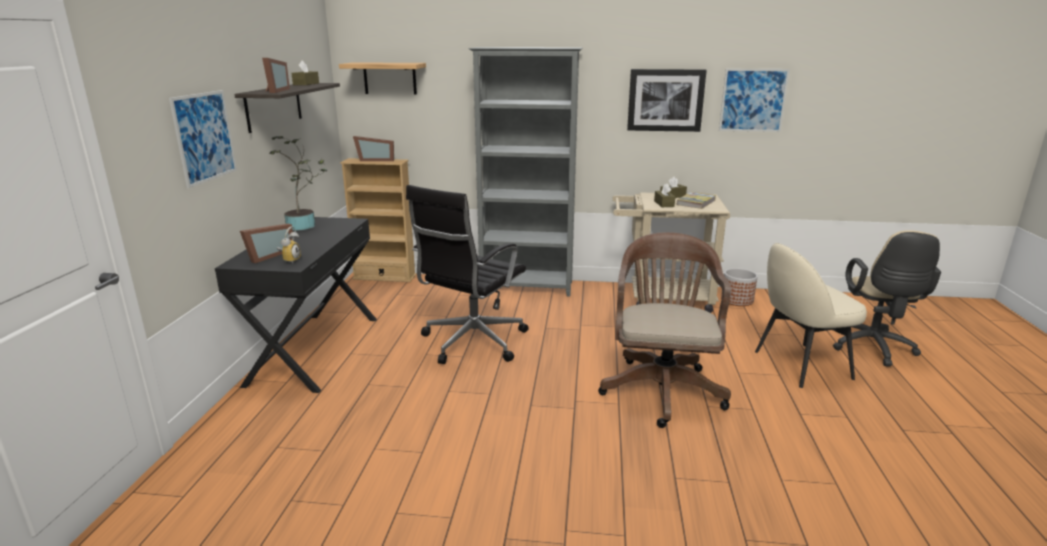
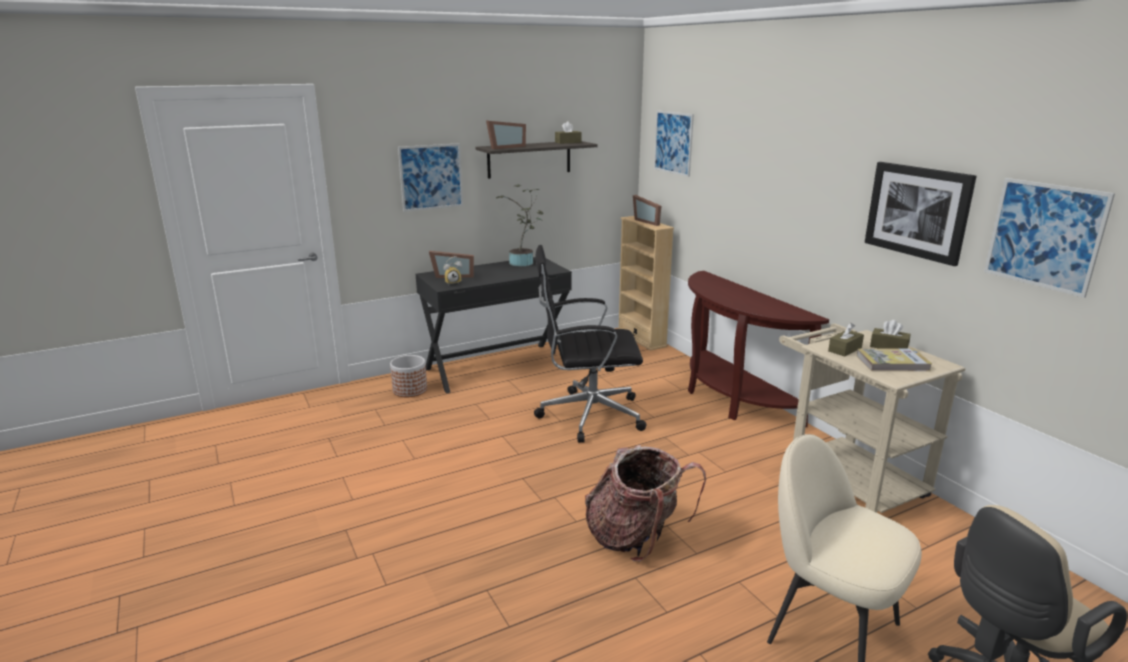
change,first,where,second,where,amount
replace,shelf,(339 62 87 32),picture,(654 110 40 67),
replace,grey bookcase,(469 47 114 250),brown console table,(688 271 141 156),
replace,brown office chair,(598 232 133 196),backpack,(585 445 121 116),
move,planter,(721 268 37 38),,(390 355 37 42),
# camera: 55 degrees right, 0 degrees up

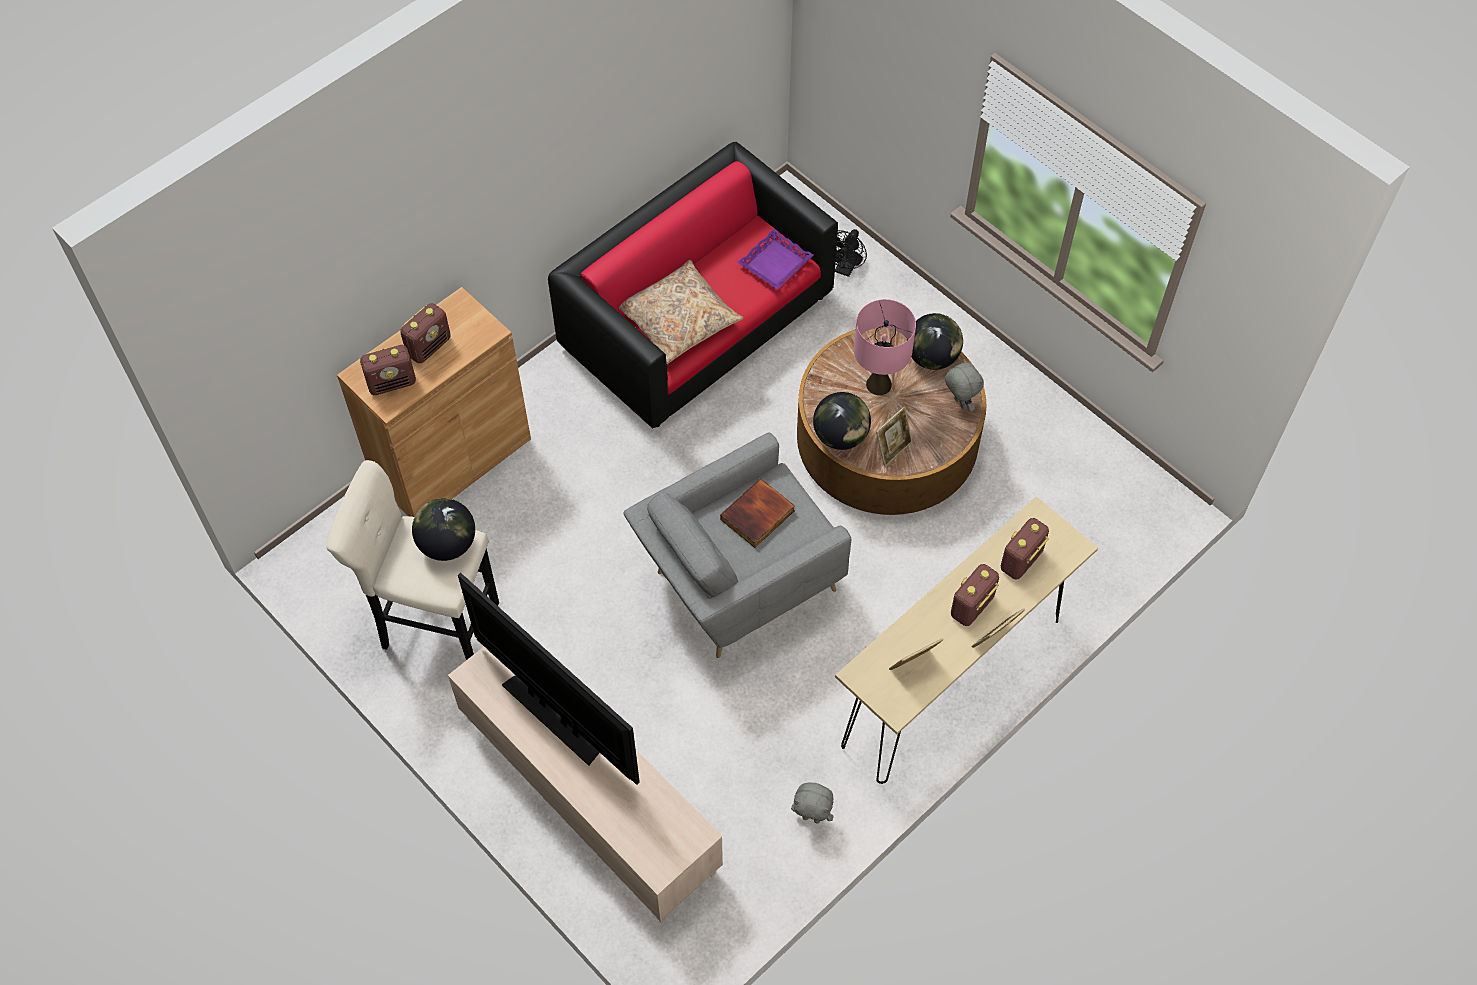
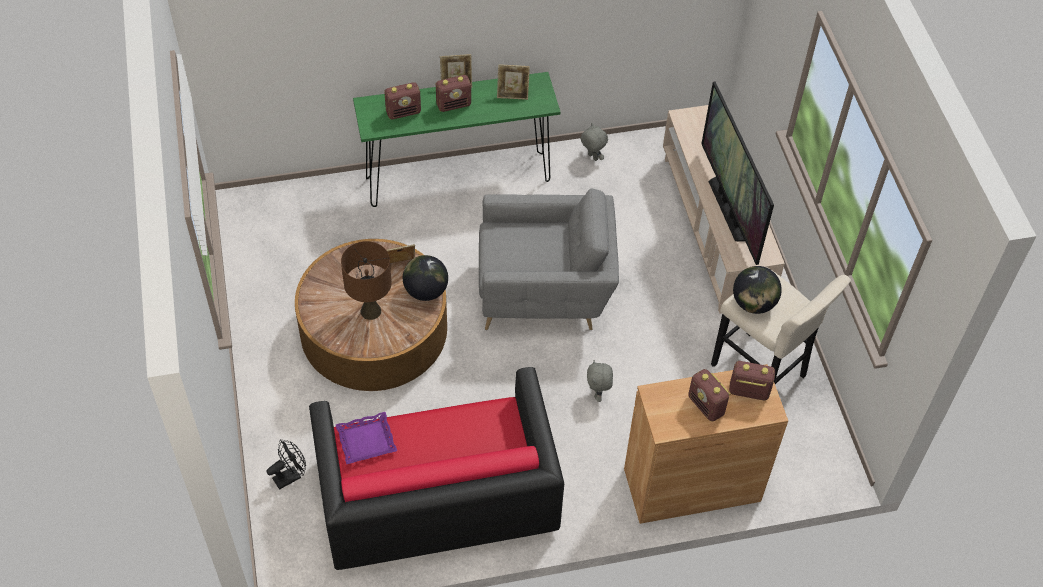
change,first,where,second,where,amount
rotate,radio,(400 303 51 60),,(688 369 42 53),105 degrees counterclockwise
delete,beige pillow,(619 260 124 104),,,
delete,book,(720 478 75 70),,,
recolor,beige console table,(835 497 263 287),green console table,(353 72 208 135),
recolor,pink table lamp,(854 299 62 96),brown table lamp,(341 241 51 79),
delete,globe,(912 313 51 57),,,
move,grey plush toy,(945 359 39 53),,(587 360 26 42),
# camera: 150 degrees left, 5 degrees down

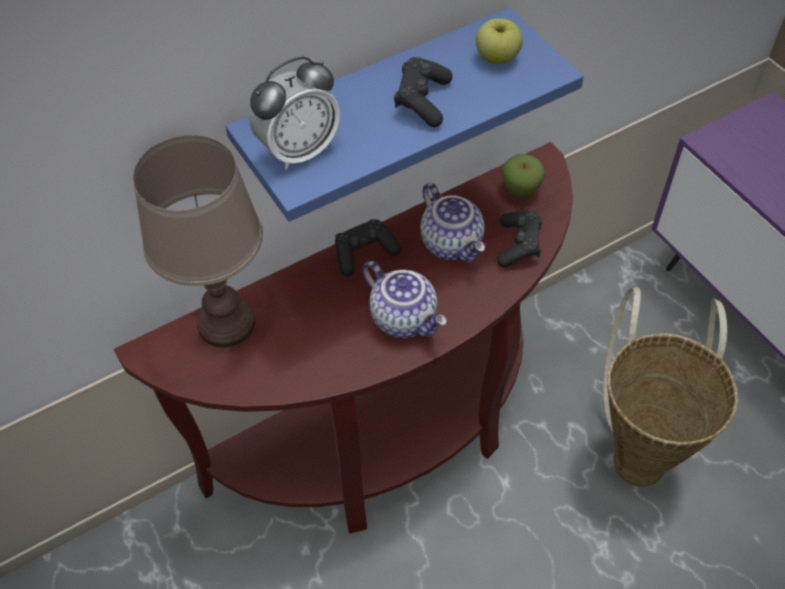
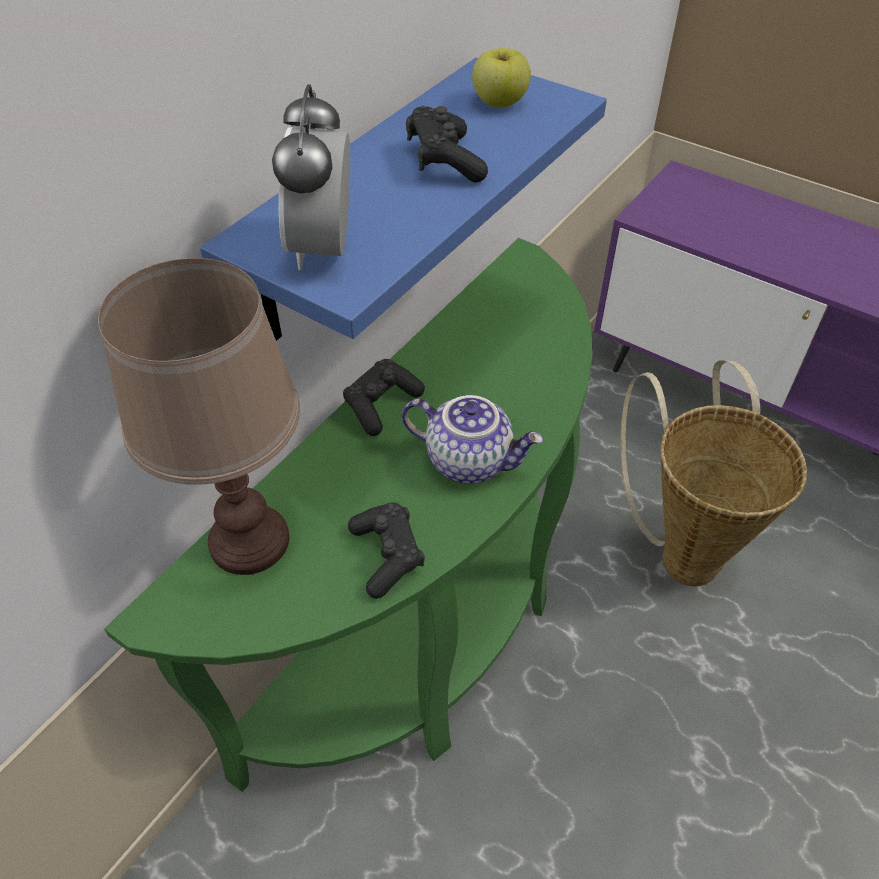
change,first,where,second,where,amount
recolor,brown console table,(114 142 459 392),green console table,(104 238 489 554),
rotate,alarm clock,(249 56 91 114),,(272 84 78 186),150 degrees clockwise
delete,teapot,(420 183 65 79),,,
move,black game controller,(497 211 45 56),,(348 502 77 97),
delete,apple,(502 154 43 44),,,
# camera: 25 degrees left, 5 degrees down

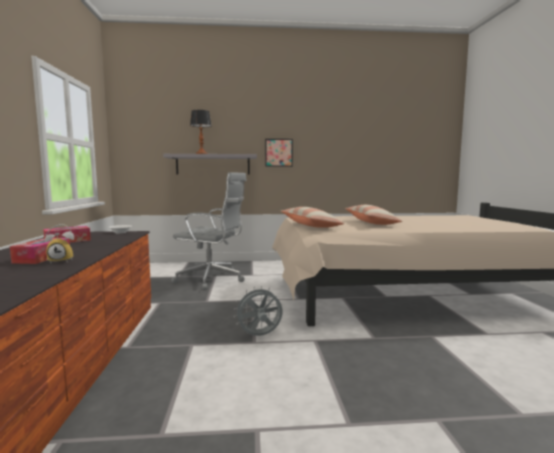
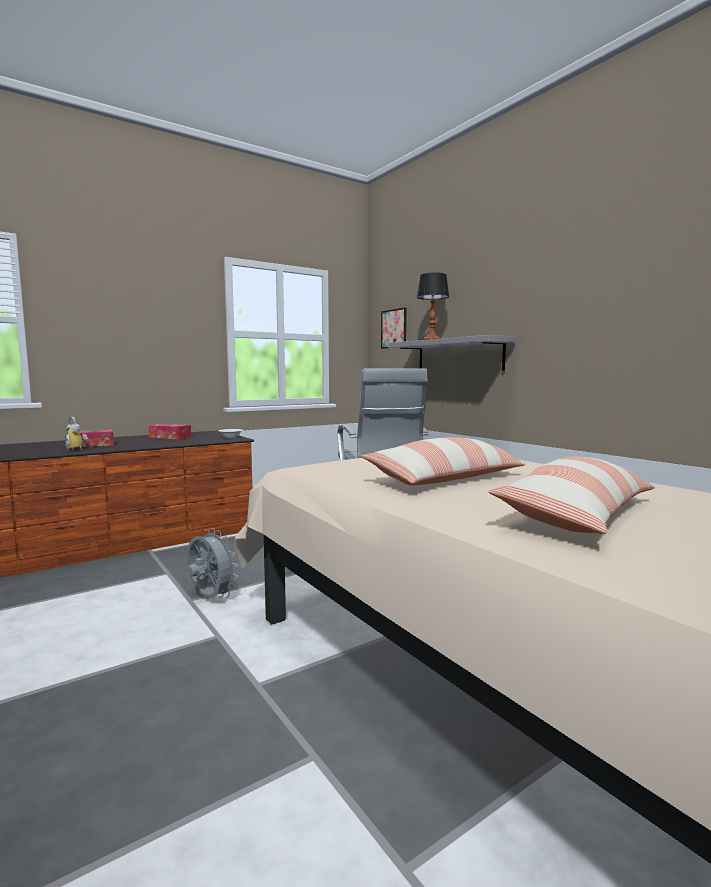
change,first,where,second,where,amount
move,picture,(265 139 28 28),,(381 307 25 42),
move,pillow,(281 207 63 21),,(489 457 166 77),
# camera: 60 degrees right, 0 degrees up

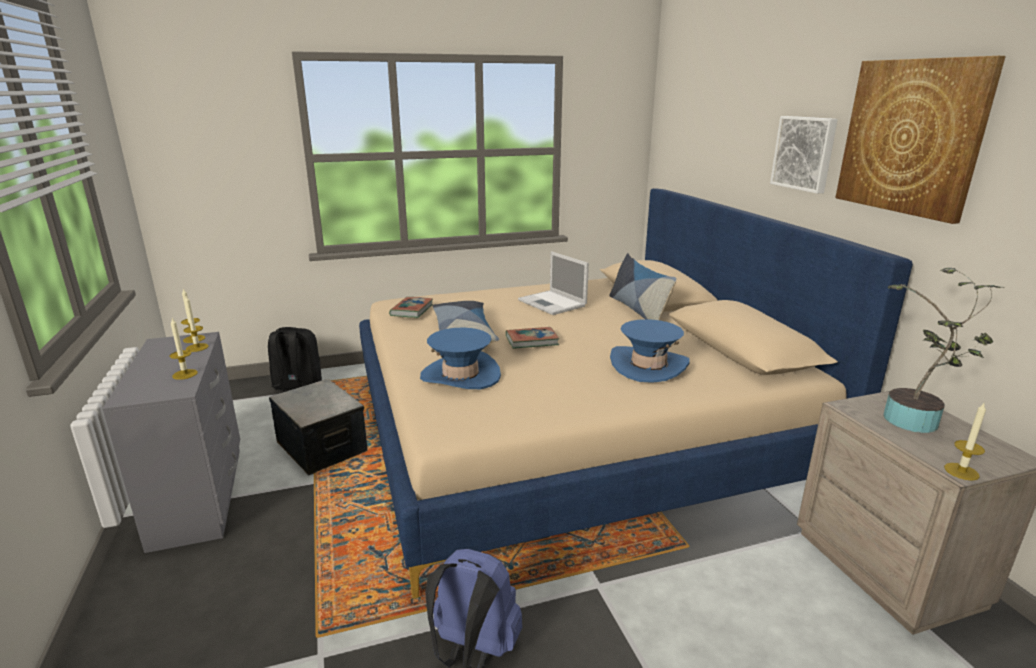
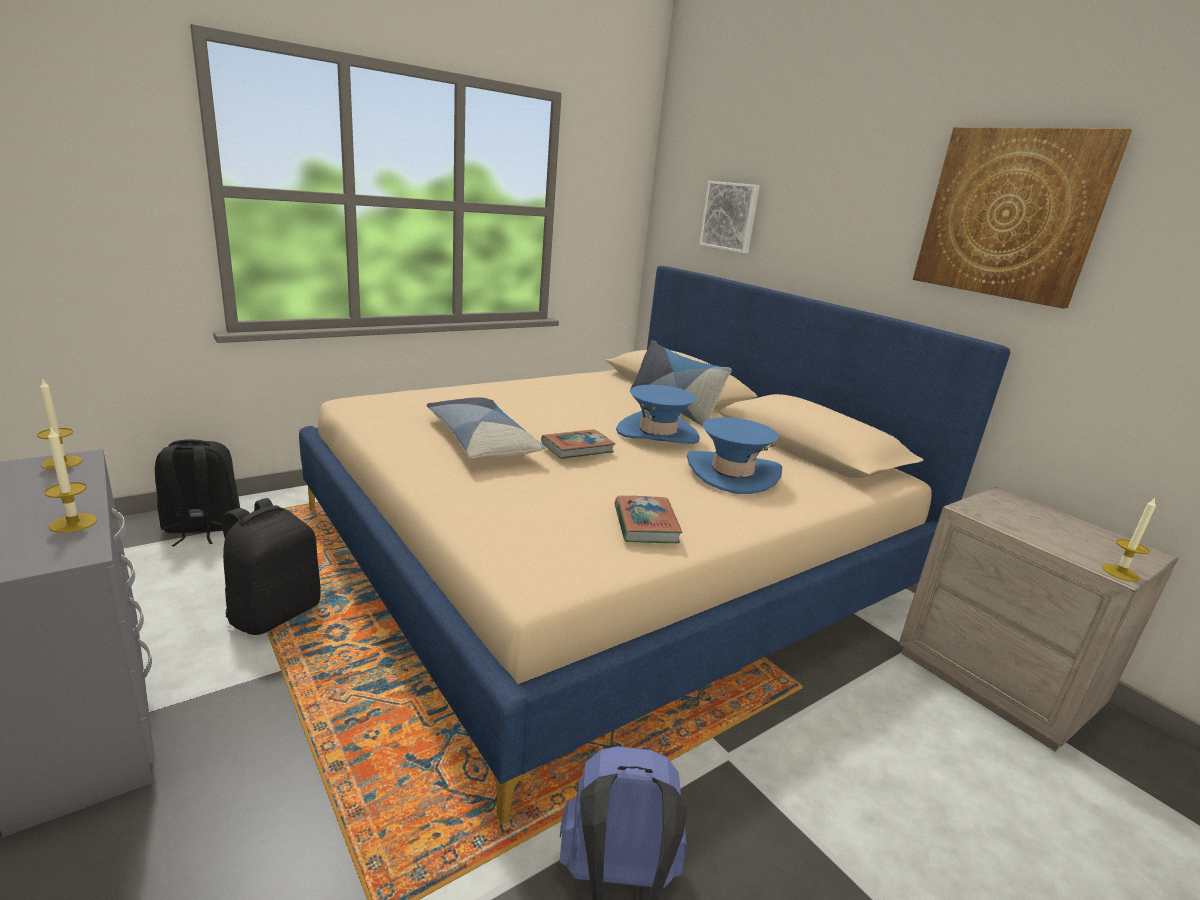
change,first,where,second,where,amount
delete,candle,(183 296 26 56),,,
replace,storage box,(269 379 99 97),black backpack,(222 498 99 137),
move,book,(389 297 44 21),,(615 496 68 47),
move,blue hat,(420 328 81 61),,(616 385 84 59),
delete,laptop,(518 251 71 64),,,
move,picture,(770 116 68 78),,(699 181 61 72),
delete,potted plant,(883 268 117 165),,,
# camera: 20 degrees left, 0 degrees up

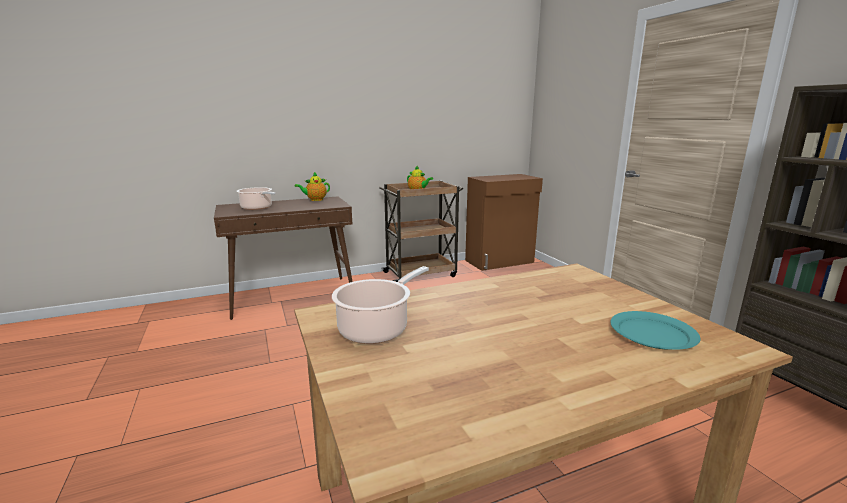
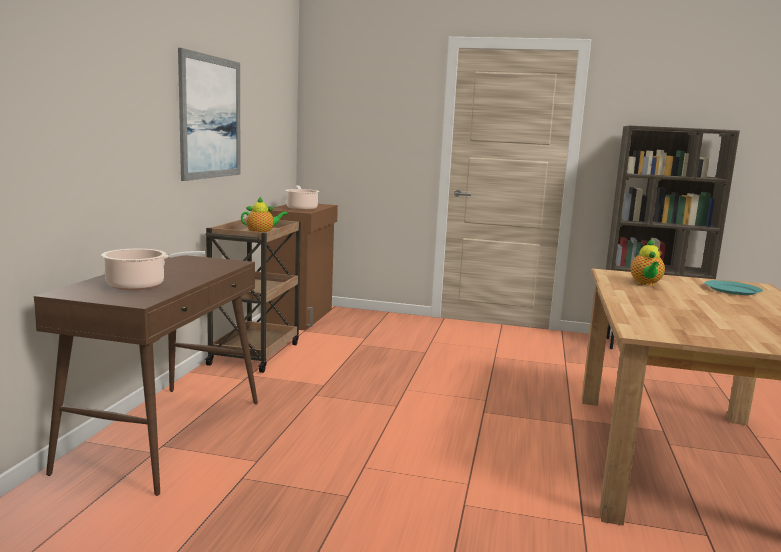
change,first,where,second,where,amount
move,teapot,(295 172 35 29),,(631 238 34 48),
move,cooking pot,(332 266 97 78),,(285 185 35 25),
insert,,,picture,(178 48 62 133),
# camera: 55 degrees left, 5 degrees down

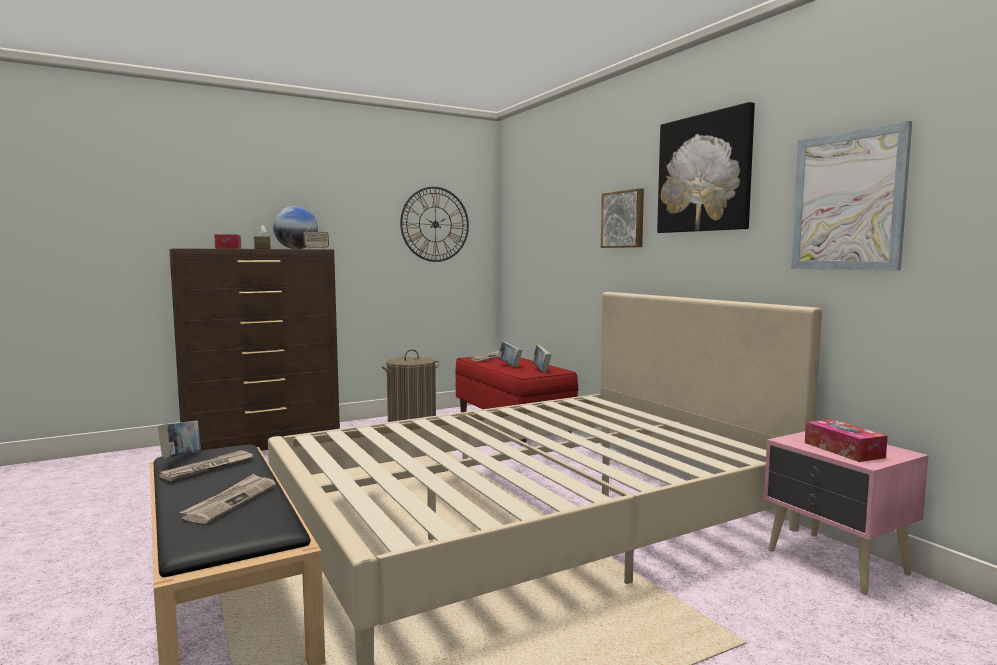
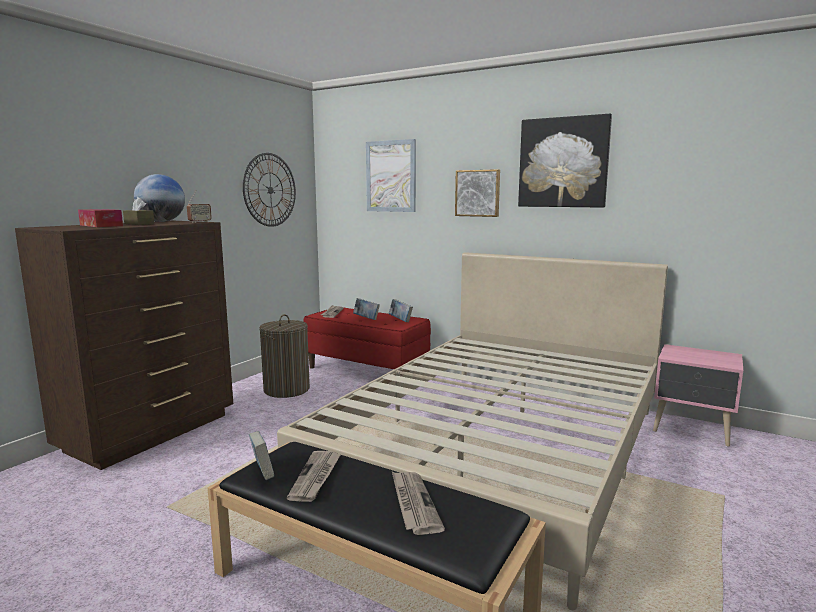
change,first,where,second,where,amount
move,picture,(791 121 121 150),,(366 139 50 73),
delete,tissue box,(805 419 83 43),,,
# camera: 30 degrees left, 5 degrees up

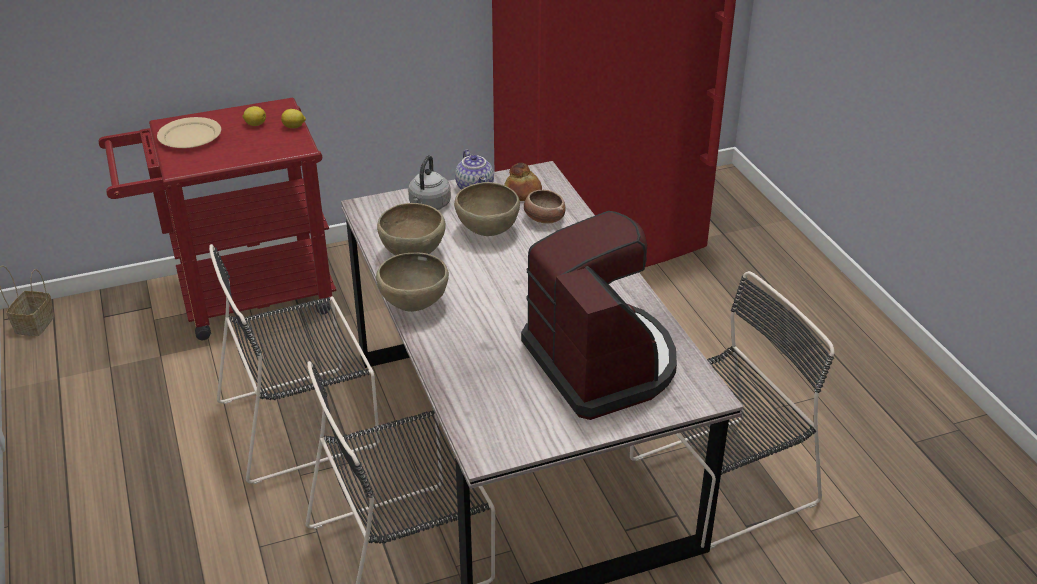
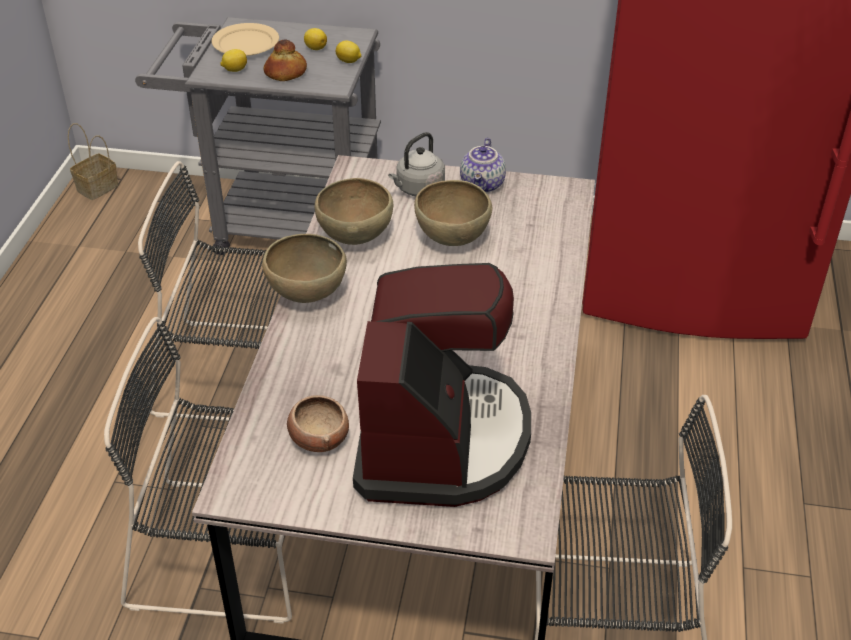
change,first,where,second,where,amount
recolor,red cart,(98 98 238 242),grey cart,(135 17 246 238),
move,bread,(504 163 38 38),,(263 40 44 41),
move,bowl,(524 190 41 33),,(287 395 62 57),
insert,,,lemon,(220 49 27 23),
# camera: 30 degrees right, 5 degrees up

